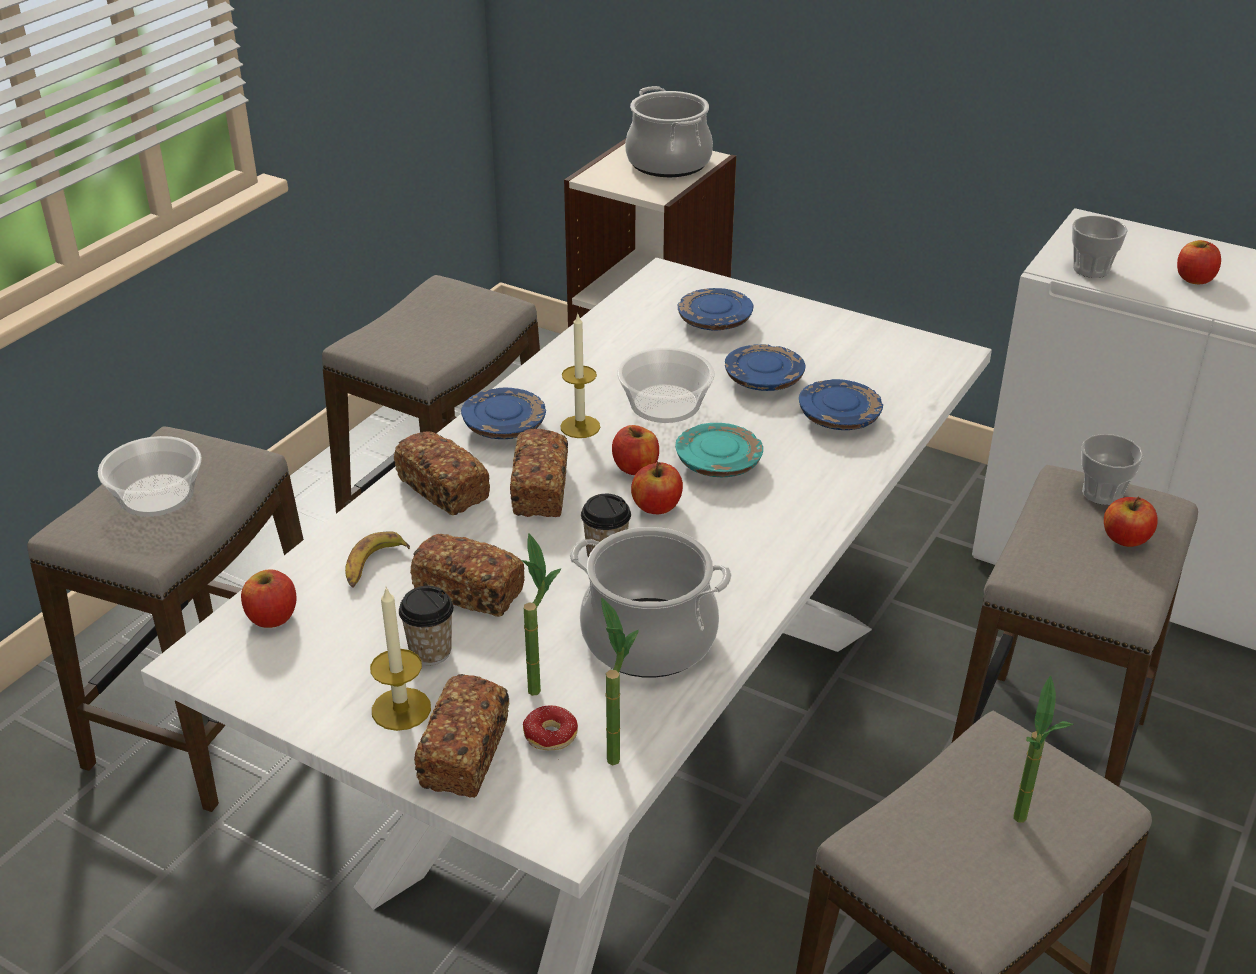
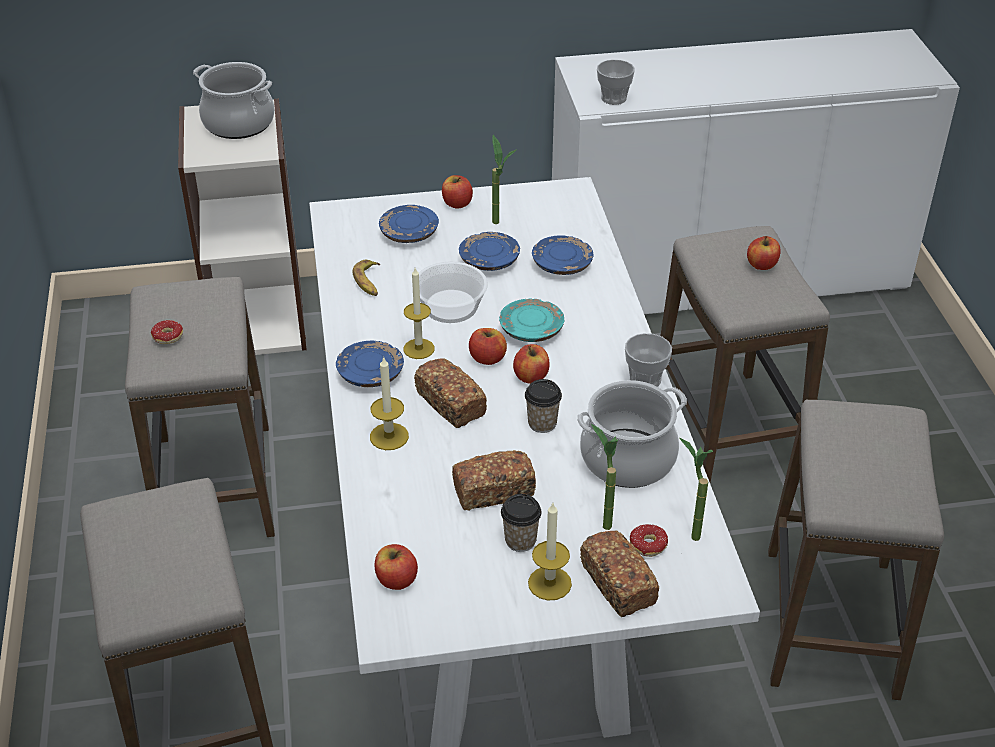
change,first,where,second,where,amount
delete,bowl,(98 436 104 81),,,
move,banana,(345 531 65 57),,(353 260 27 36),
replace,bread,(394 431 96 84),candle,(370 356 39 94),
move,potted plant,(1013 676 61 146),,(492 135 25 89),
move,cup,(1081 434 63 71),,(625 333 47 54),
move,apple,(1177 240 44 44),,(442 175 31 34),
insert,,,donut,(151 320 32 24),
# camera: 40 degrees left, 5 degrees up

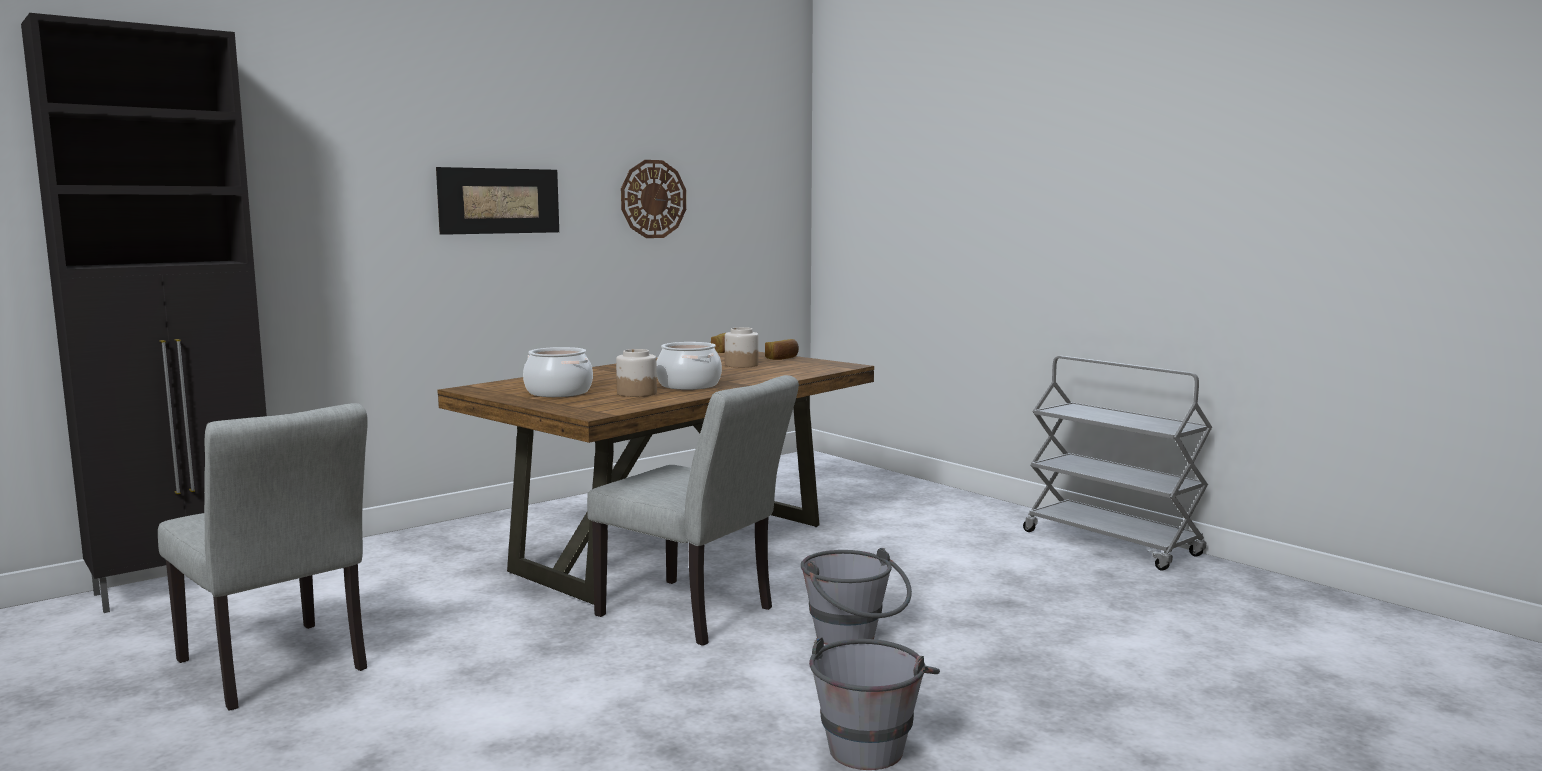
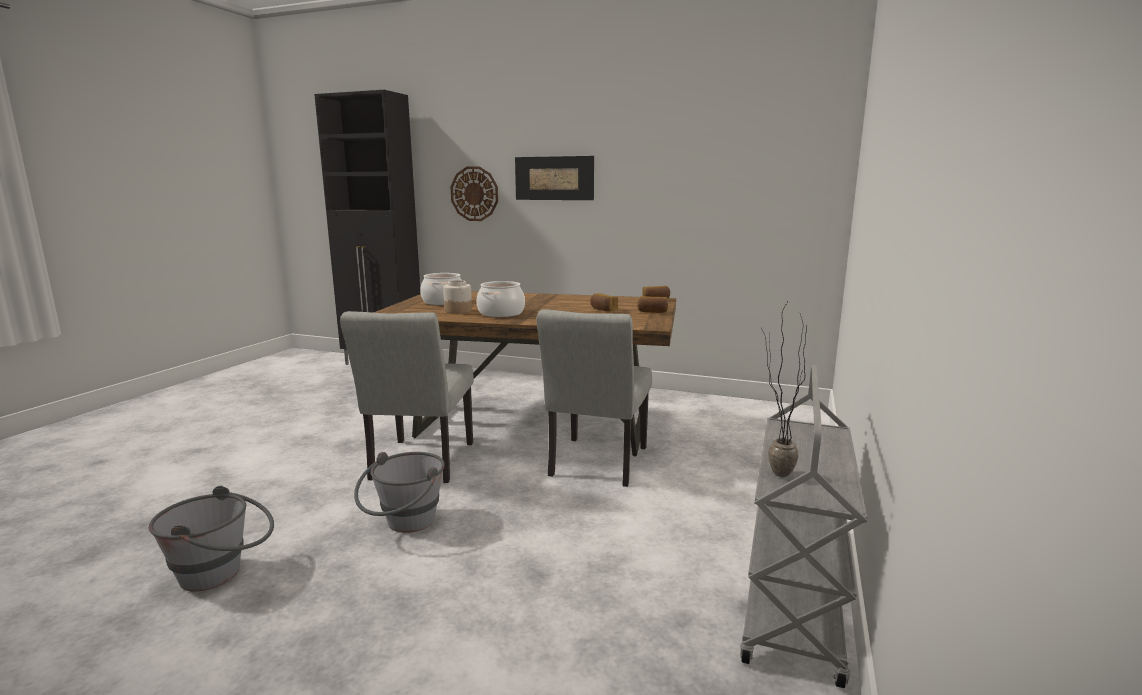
change,first,where,second,where,amount
move,grey chair,(158 403 210 308),,(536 309 116 178),
move,wall clock,(621 160 65 78),,(451 166 47 55),
replace,jar,(725 327 34 41),bread,(590 293 28 19),
insert,,,potted plant,(761 303 46 174),
# camera: 60 degrees right, 5 degrees up

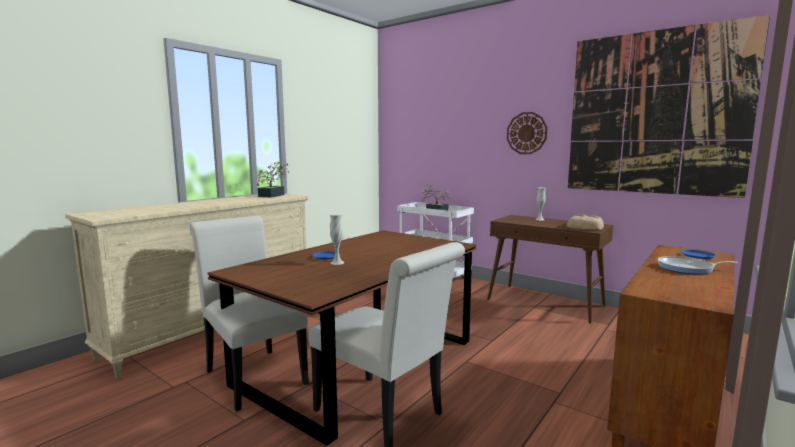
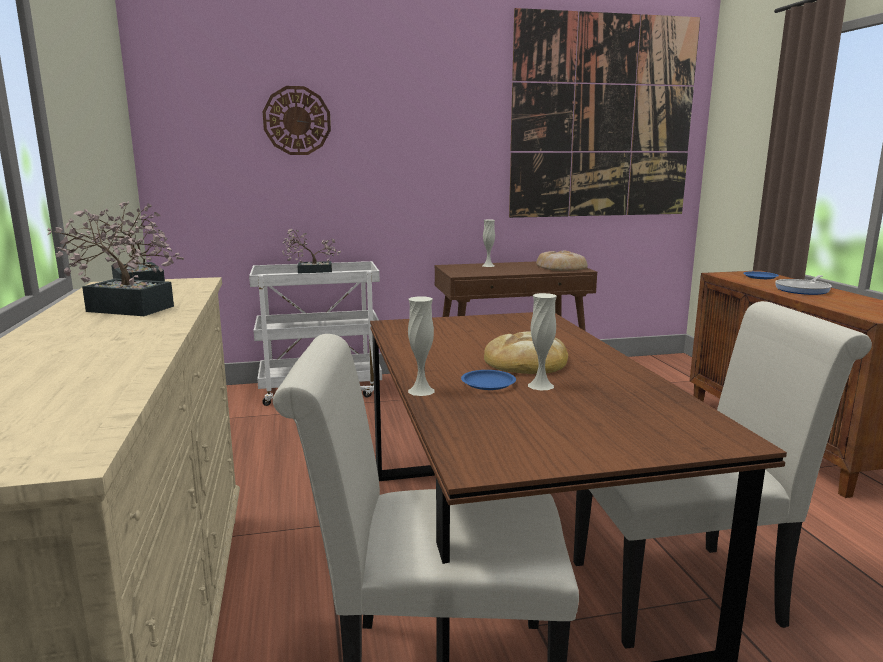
change,first,where,second,where,amount
move,wall clock,(507 112 41 42),,(263 86 68 69),
insert,,,potted plant,(48 209 136 107),
insert,,,white vase,(408 297 27 99),
insert,,,bread,(484 331 84 43),
# camera: 50 degrees left, 5 degrees up

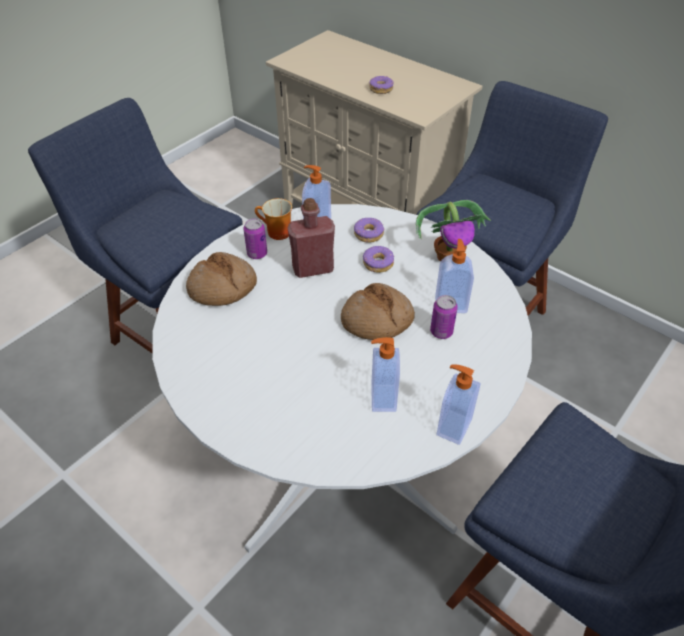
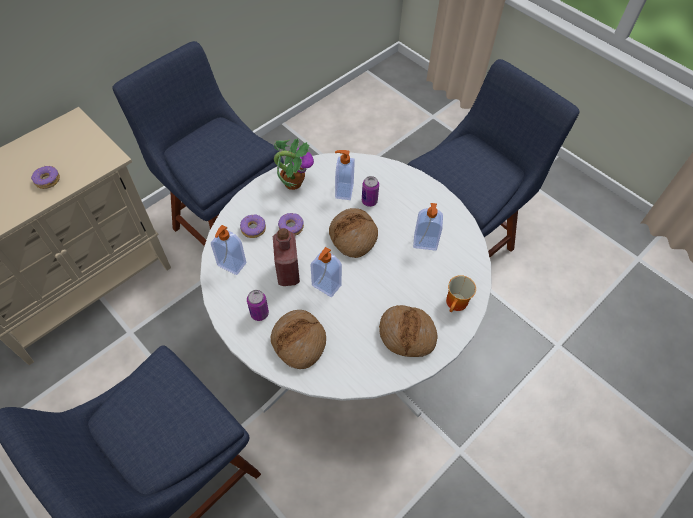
change,first,where,second,where,amount
move,mug,(255 198 37 42),,(446 275 30 37),
move,soap dispenser,(437 365 44 80),,(311 247 31 50),
insert,,,bread,(379 305 59 52),
# camera: 85 degrees left, 10 degrees up

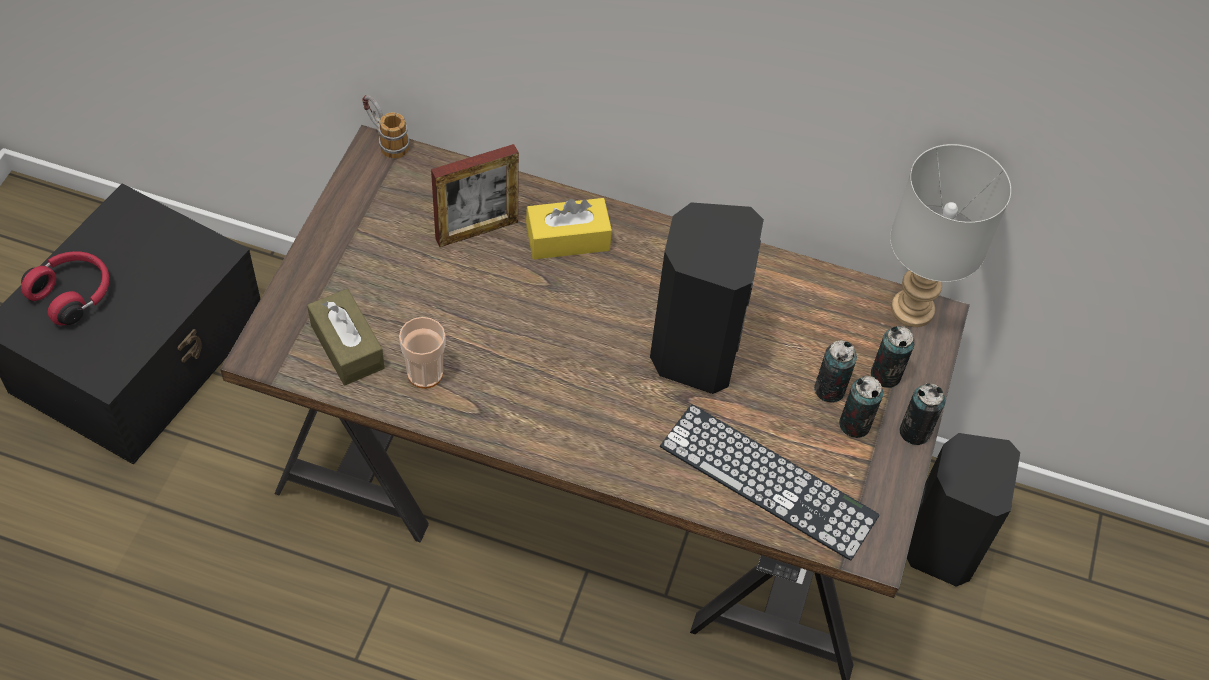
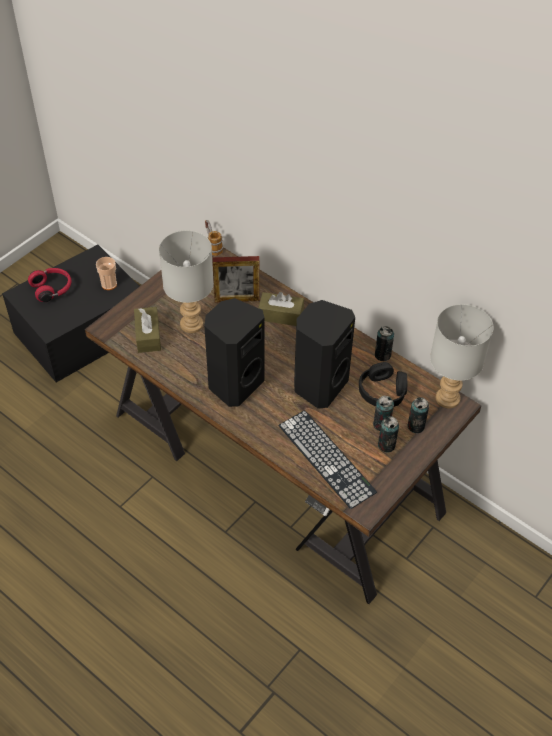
change,first,where,second,where,amount
move,cup,(399 317 46 72),,(96 257 21 33),
recolor,yellow tissue box,(526 198 86 61),brown tissue box,(258 292 46 34),
move,can,(899 383 47 62),,(375 326 19 35),
move,black speaker,(907 433 113 154),,(204 298 61 109),
insert,,,grey table lamp,(159 230 55 103),
insert,,,black headphones,(359 362 48 45),
# camera: 25 degrees right, 5 degrees down

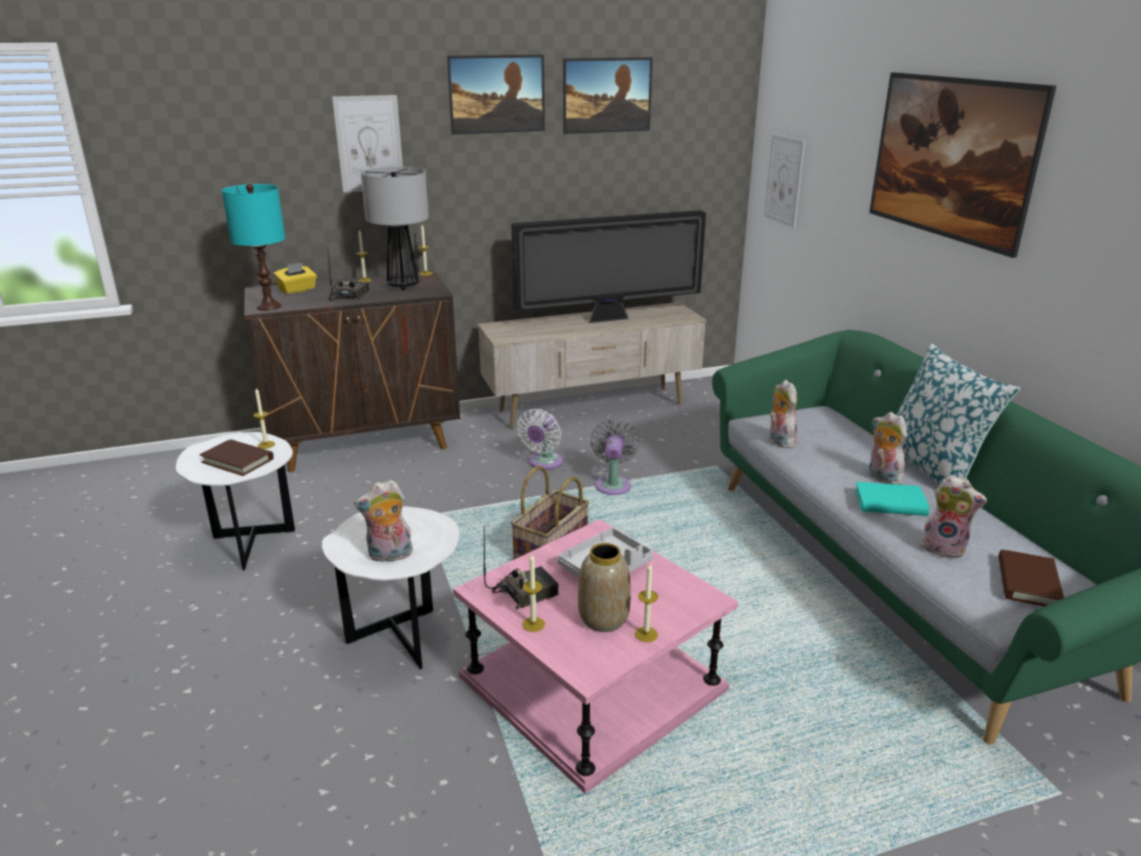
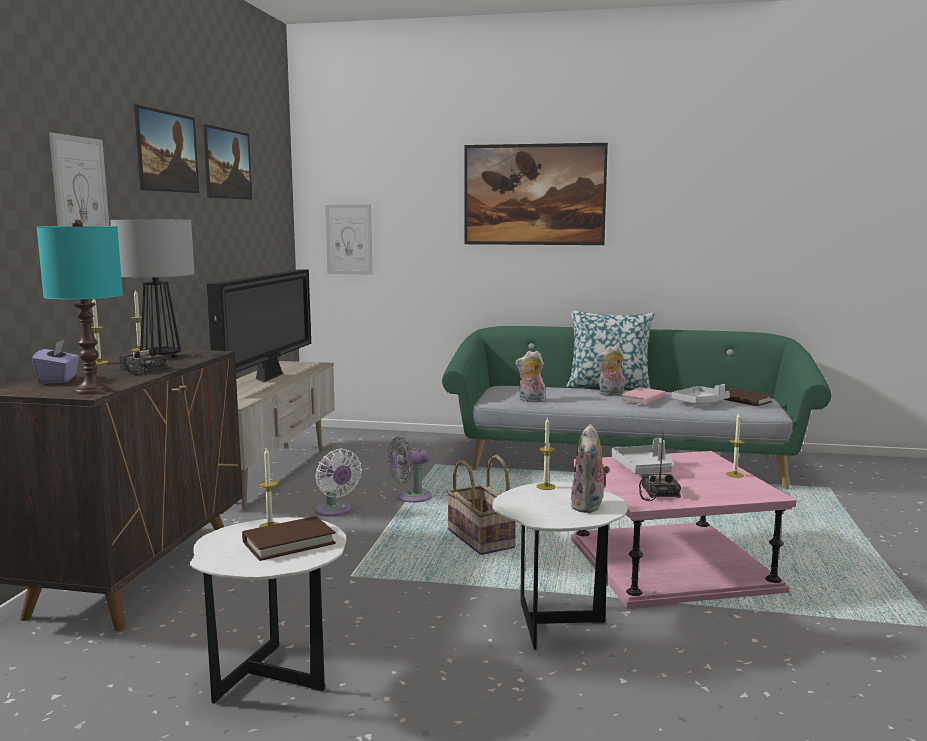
change,first,where,second,where,amount
recolor,yellow tissue box,(273 262 44 33),purple tissue box,(32 339 47 45),
move,candle,(522 554 23 78),,(536 417 20 73),
delete,vase,(578 543 53 89),,,
rotate,grey fan,(590 418 50 77),,(388 437 44 66),60 degrees counterclockwise
recolor,turquoise book,(855 482 75 34),pink book,(620 387 46 18),
replace,plush toy,(920 475 67 84),grey tray,(671 384 59 20),
# camera: 60 degrees left, 15 degrees down

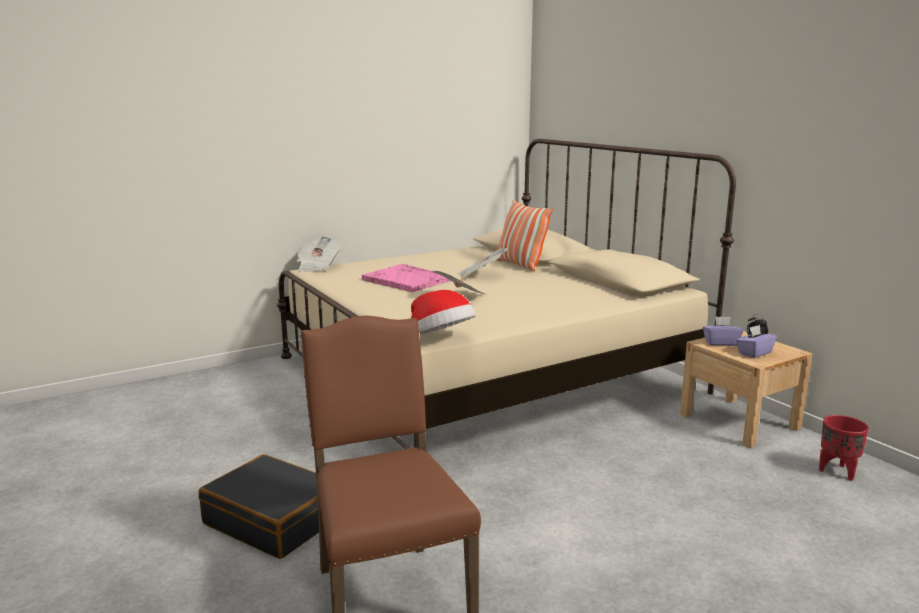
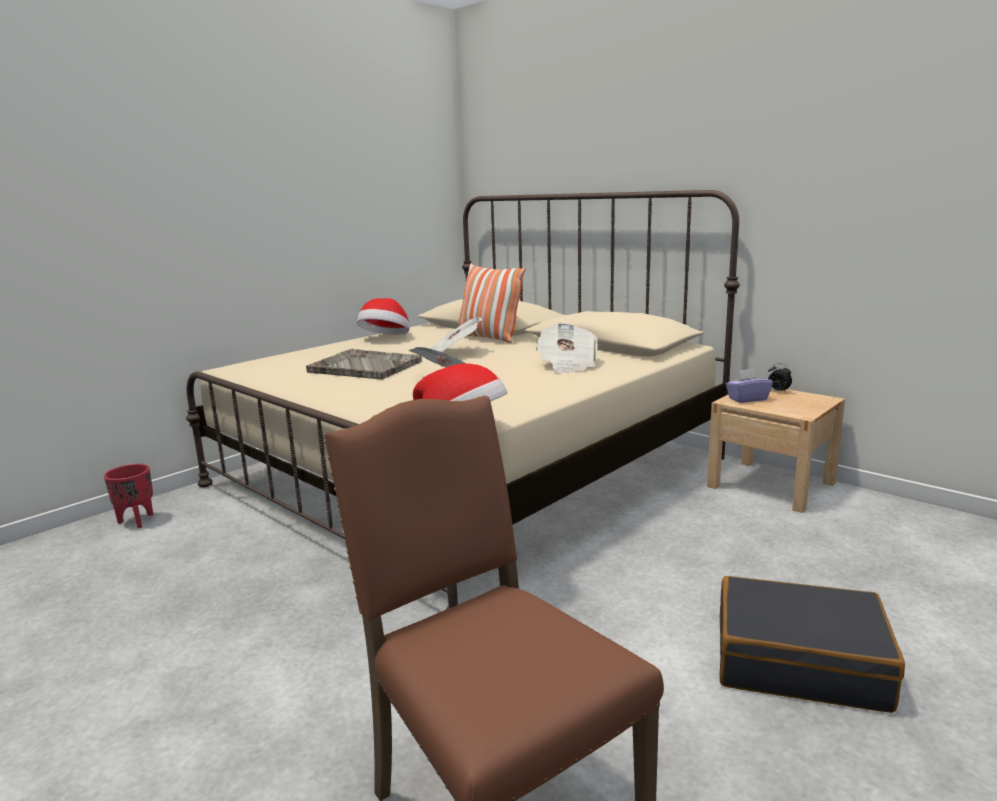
change,first,where,second,where,amount
move,black suitcase,(198 454 121 105),,(720 576 185 137),
move,newspaper,(297 236 45 36),,(536 323 62 51),
recolor,pink tray,(362 264 90 28),grey tray,(306 349 116 30),
delete,purple tissue box,(736 325 41 33),,,
move,red planter,(819 415 50 66),,(104 464 49 64),
insert,,,hat,(357 298 53 37),
# camera: 15 degrees left, 0 degrees up

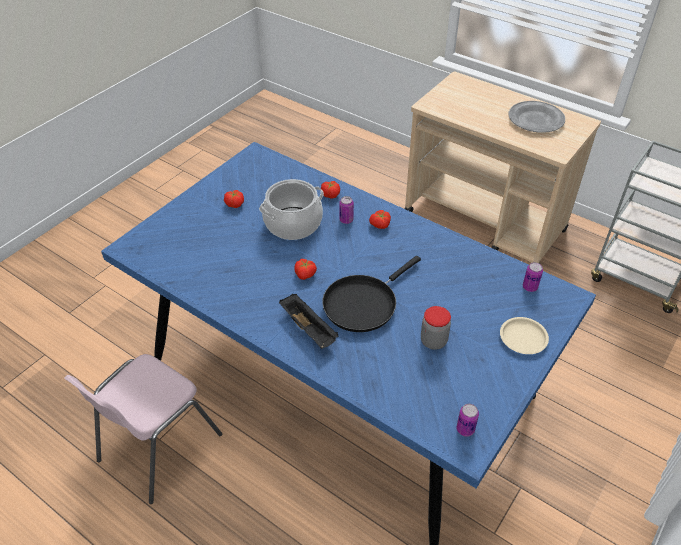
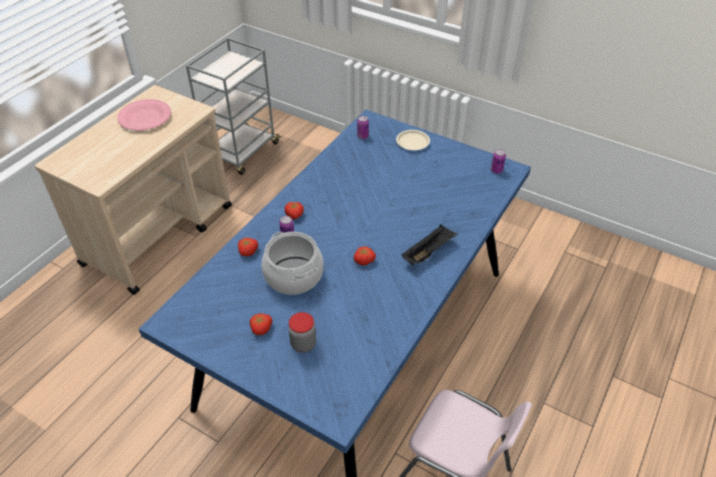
change,first,where,second,where,amount
delete,black frying pan,(322 256 99 76),,,
move,jar,(421 306 30 44),,(288 312 28 41),
recolor,grey plate,(508 101 57 32),pink plate,(117 99 54 32),
# camera: 95 degrees left, 0 degrees up

